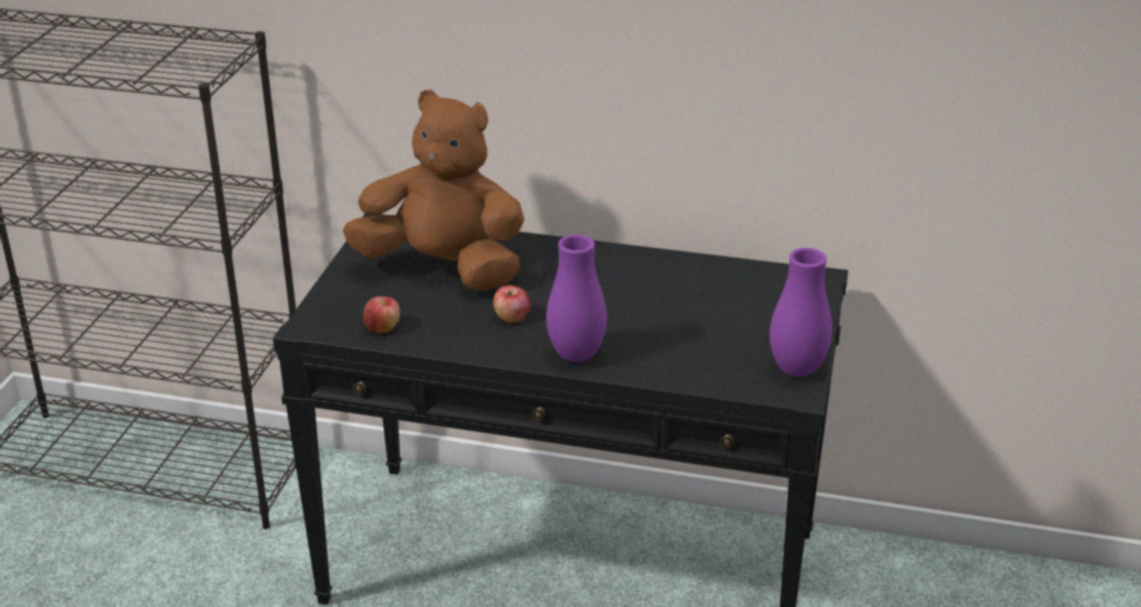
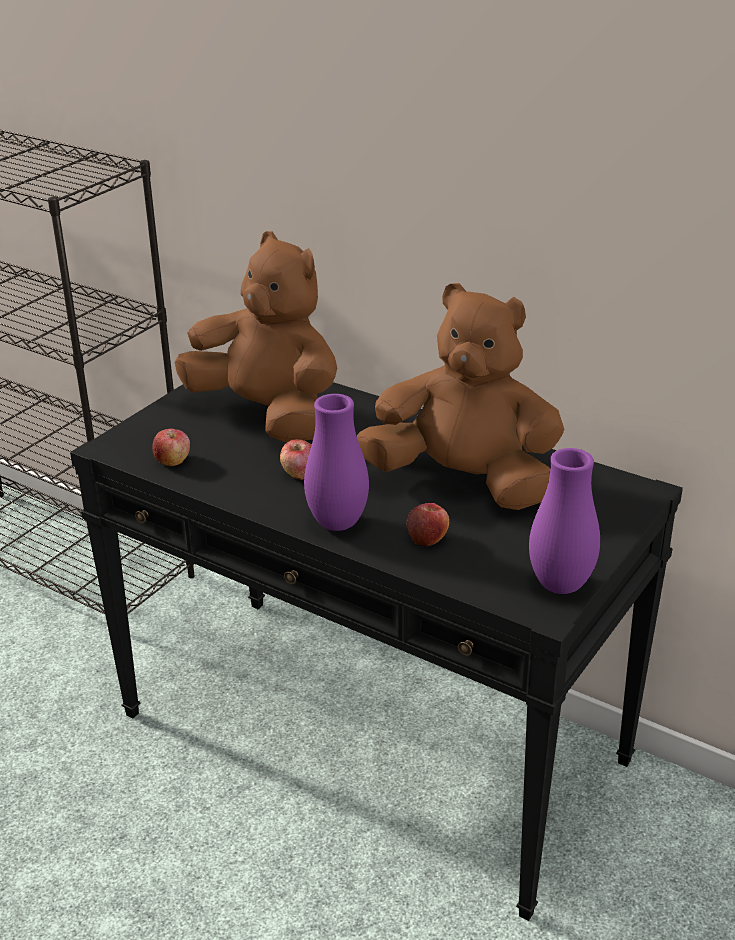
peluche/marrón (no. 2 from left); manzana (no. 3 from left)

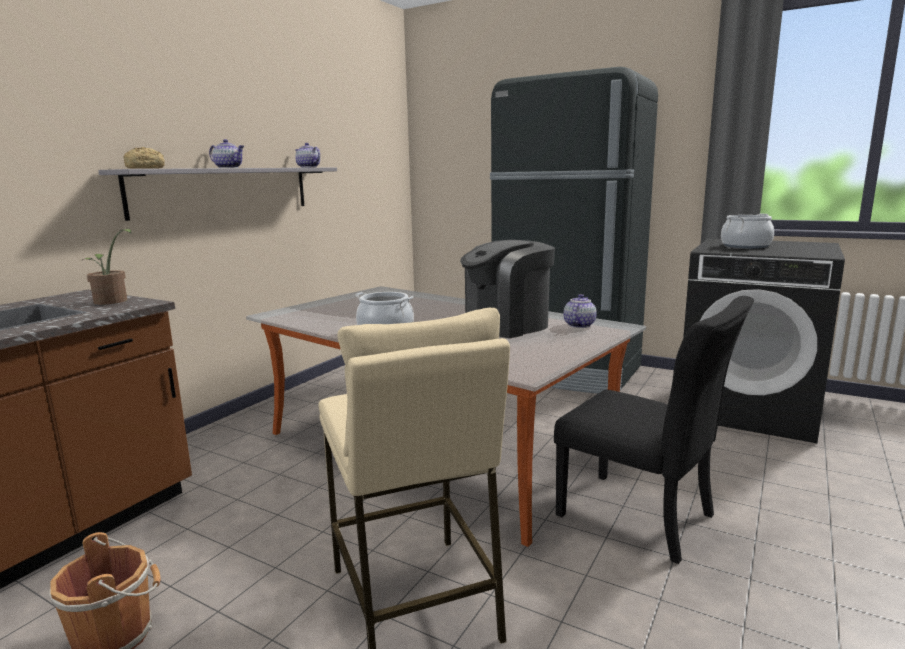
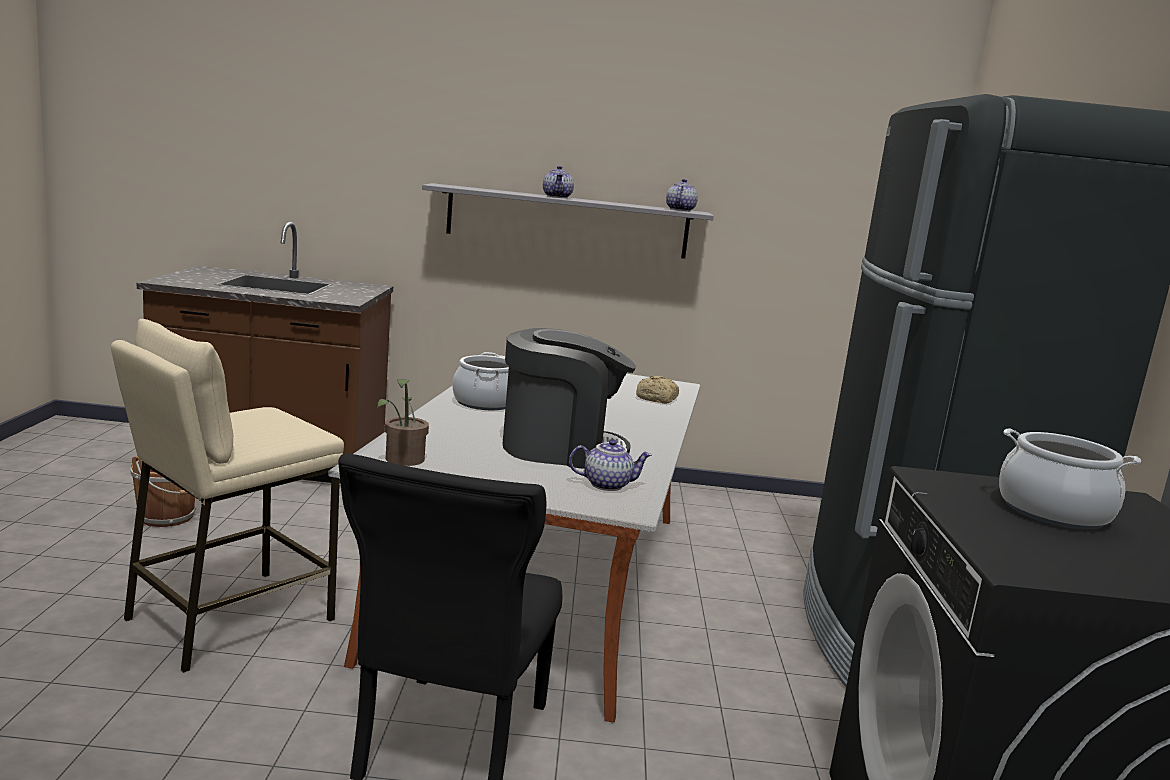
planta en maceta; cafetera; pan

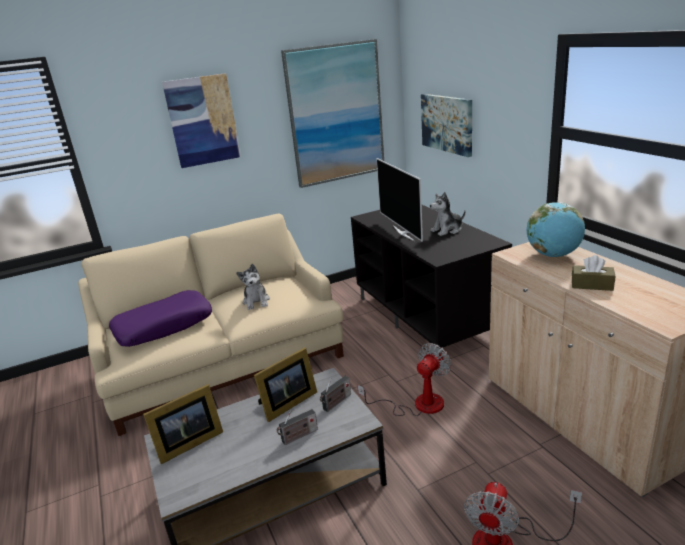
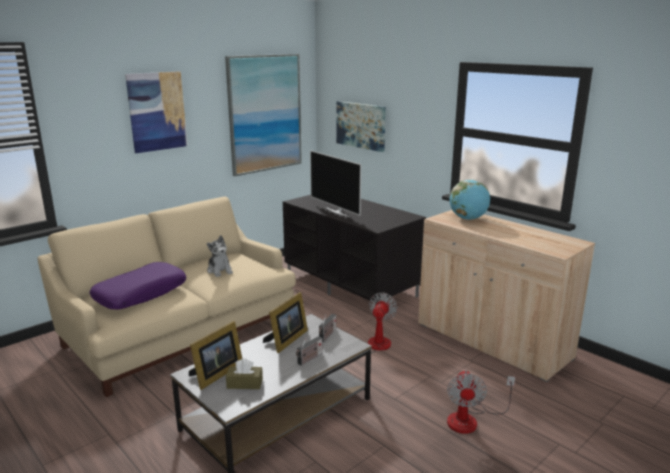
caja de pañuelos/marrón; peluche (no. 2 from left in the first image)

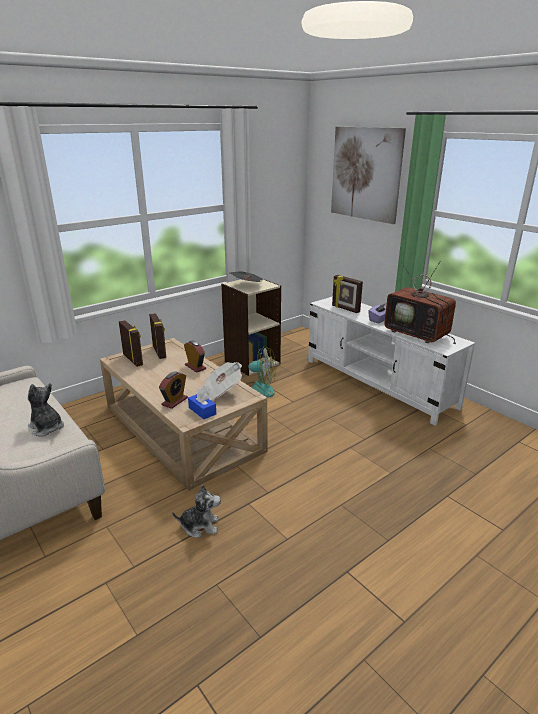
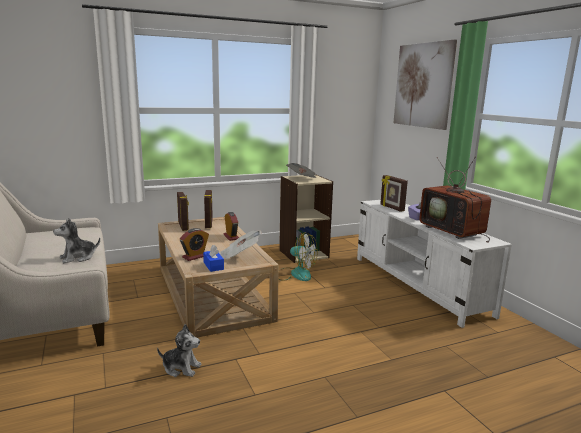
peluche (no. 1 from left)

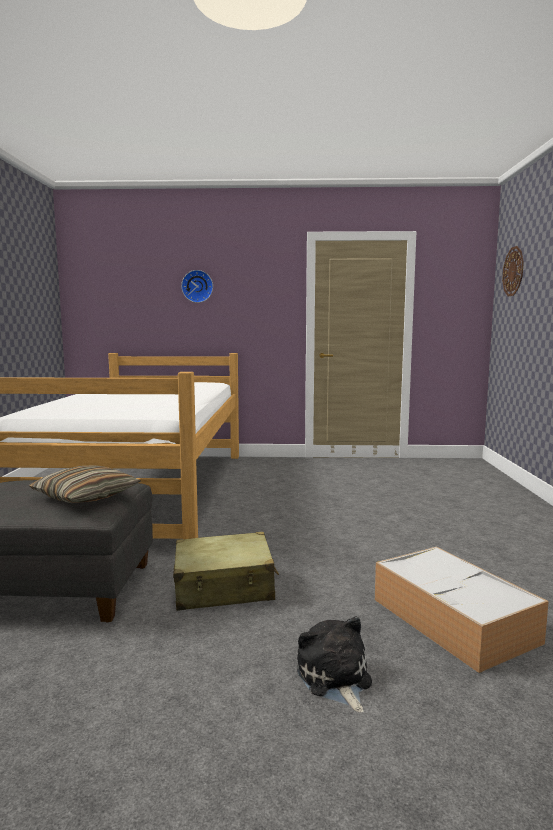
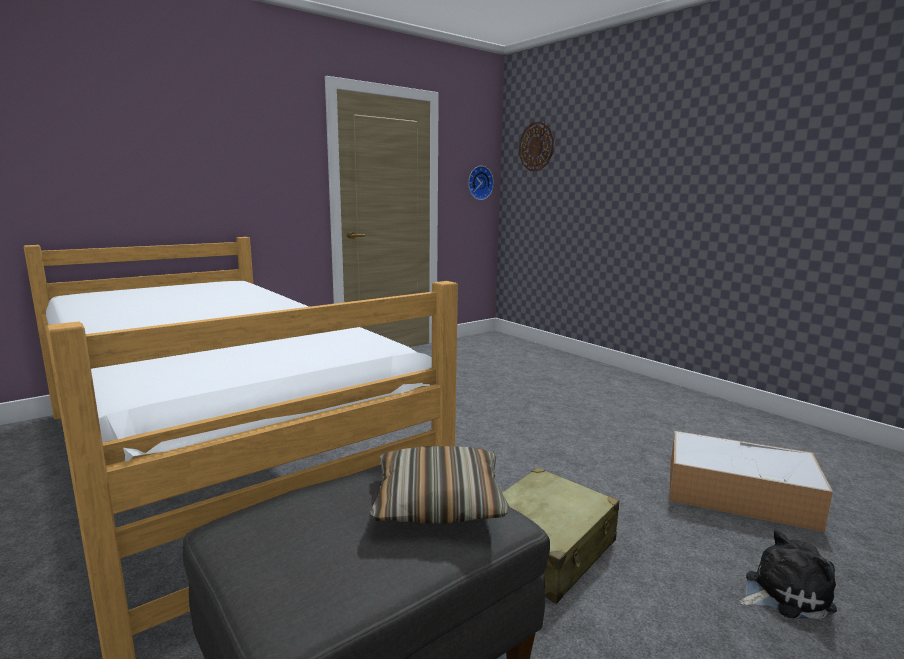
reloj de pared (no. 1 from left); peluche

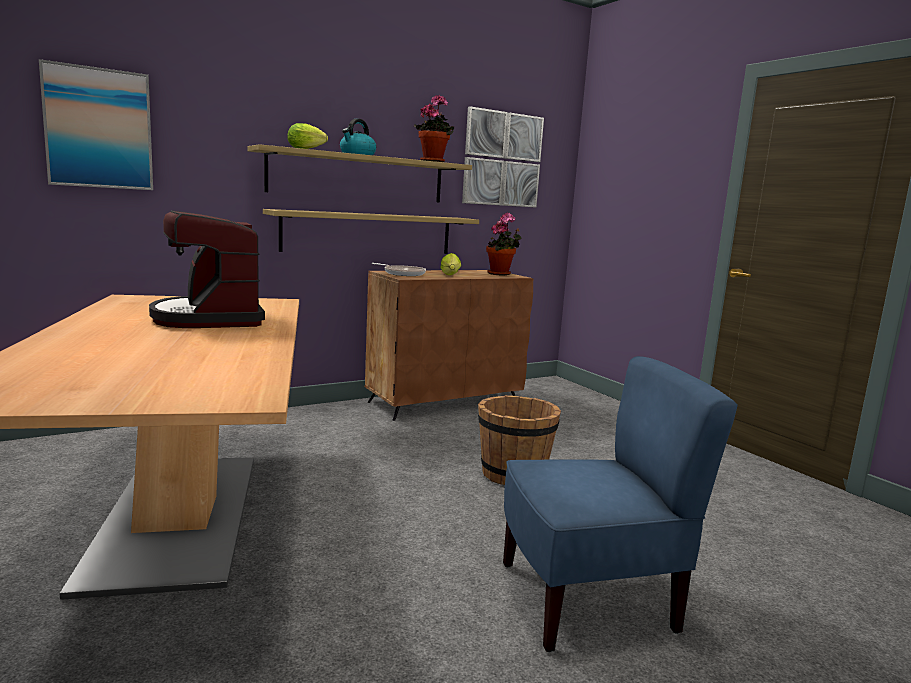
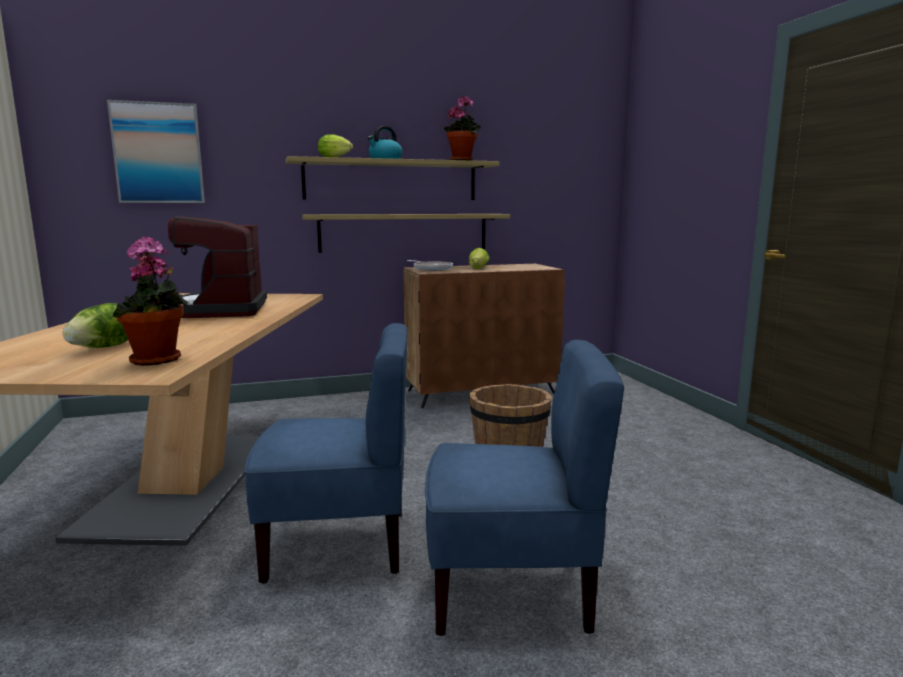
lechuga (no. 1 from left); planta en maceta (no. 1 from left); silla/azul (no. 1 from left); cuadro (no. 2 from left in the first image)

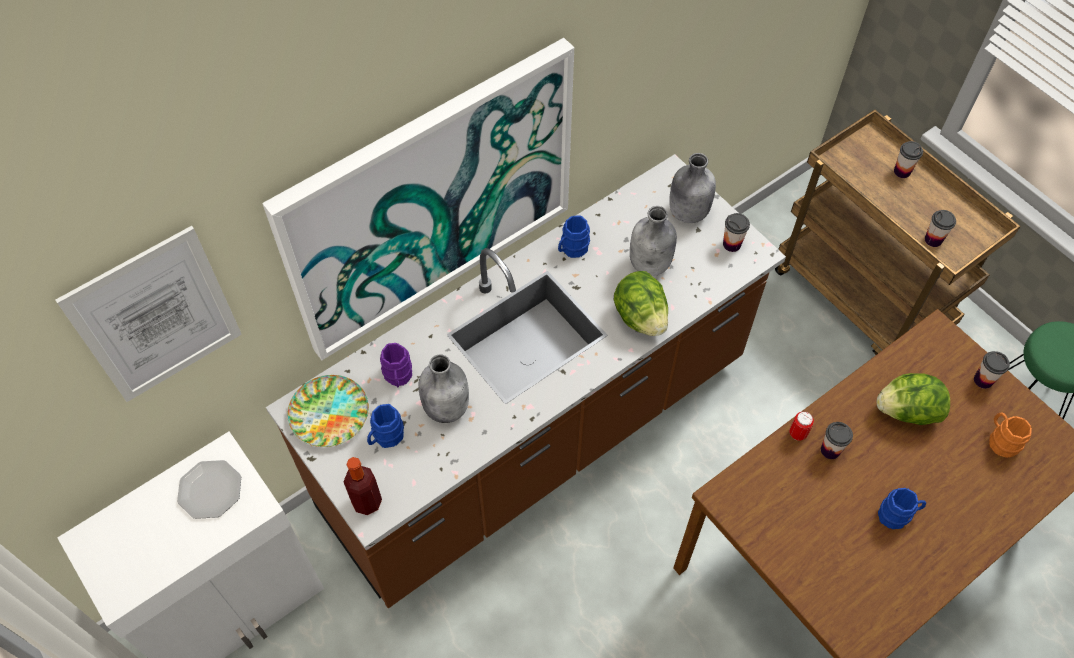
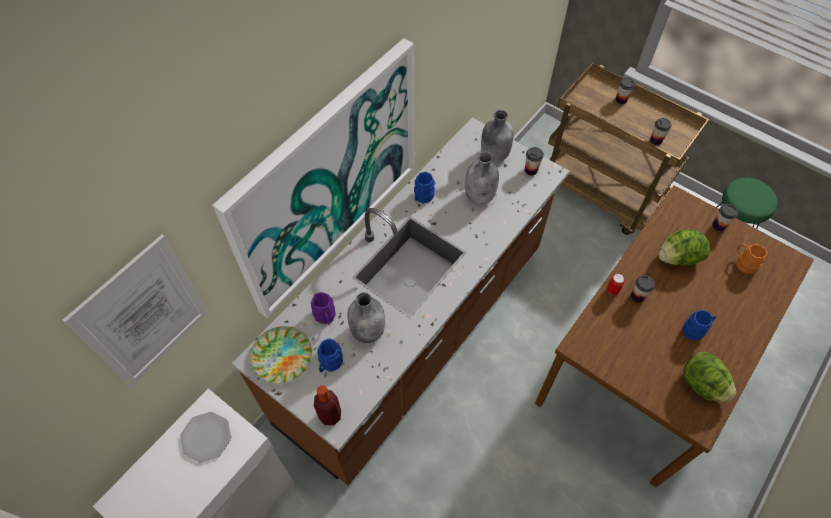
lechuga (no. 2 from left)

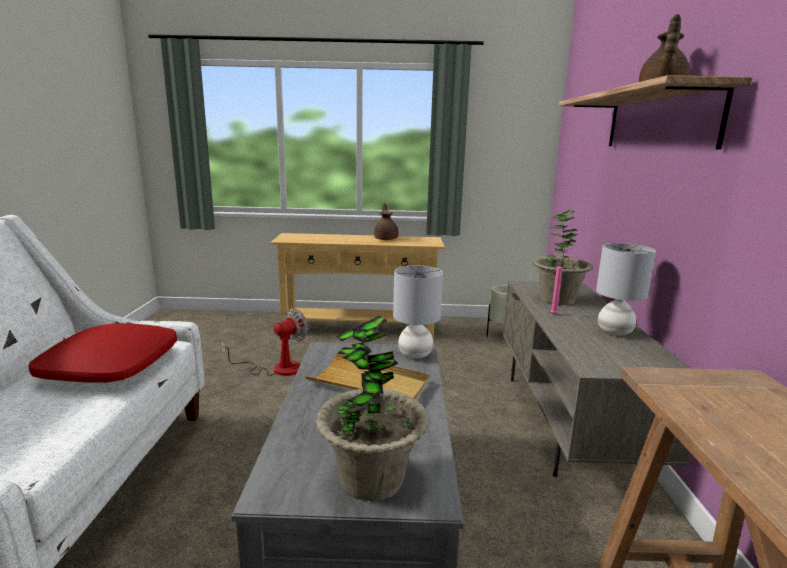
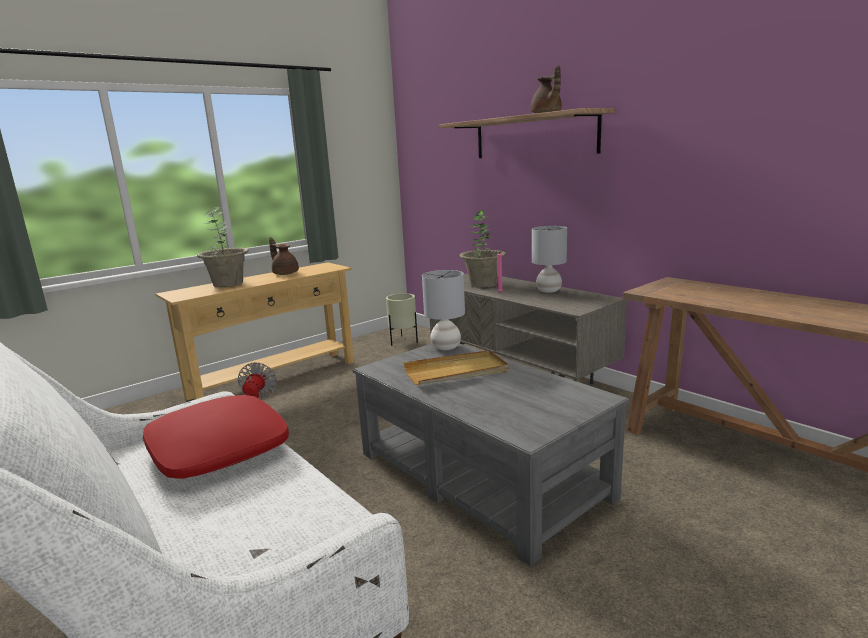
planta en maceta (no. 1 from left)

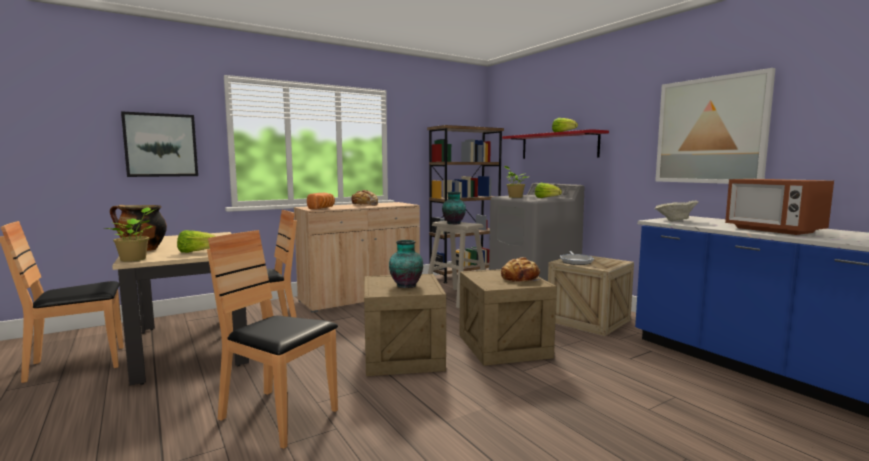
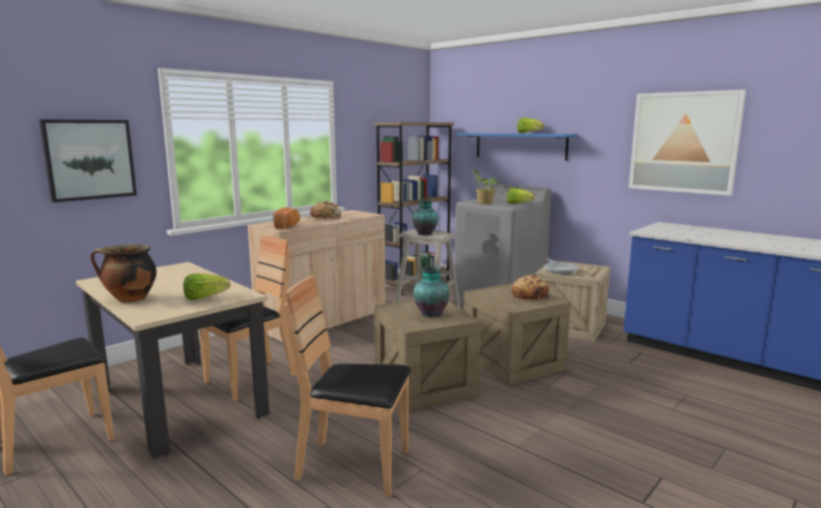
estante/azul; planta en maceta (no. 1 from left in the first image); cuenco/beis; microondas

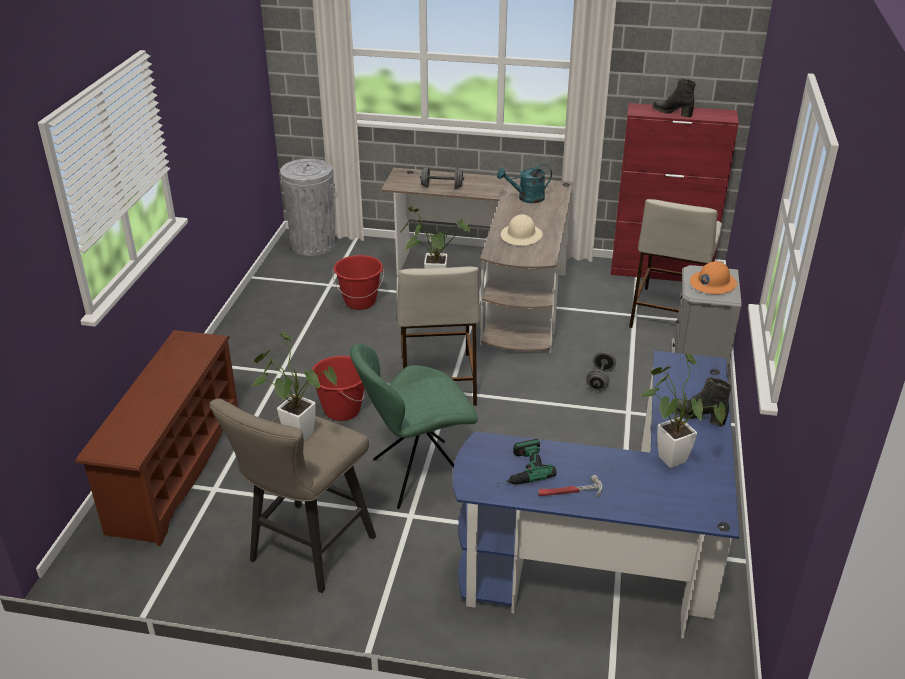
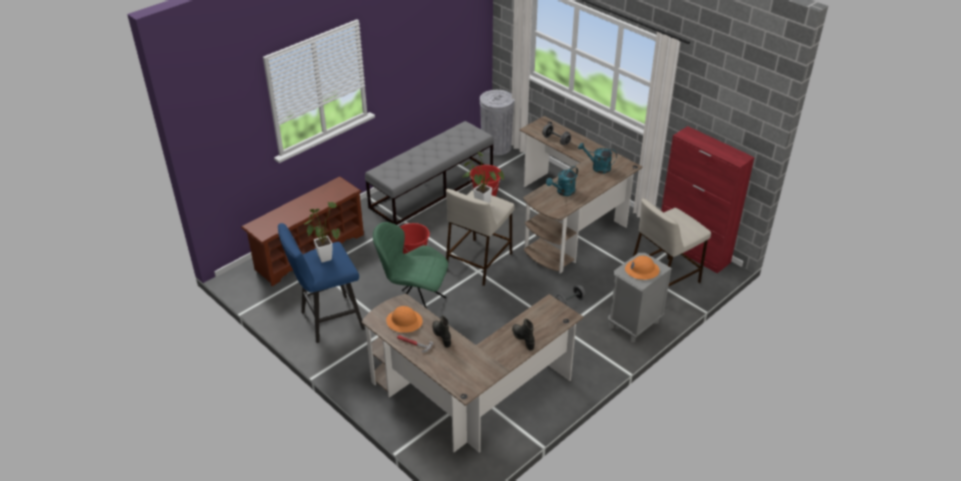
taburete/azul; escritorio/marrón (no. 1 from left); banco/gris; casco/naranja (no. 1 from left); bota/negro (no. 1 from left); regadera/turquesa (no. 1 from left); planta en maceta (no. 3 from left in the first image)

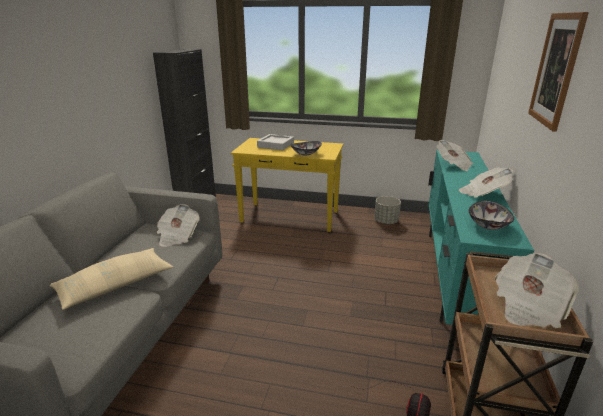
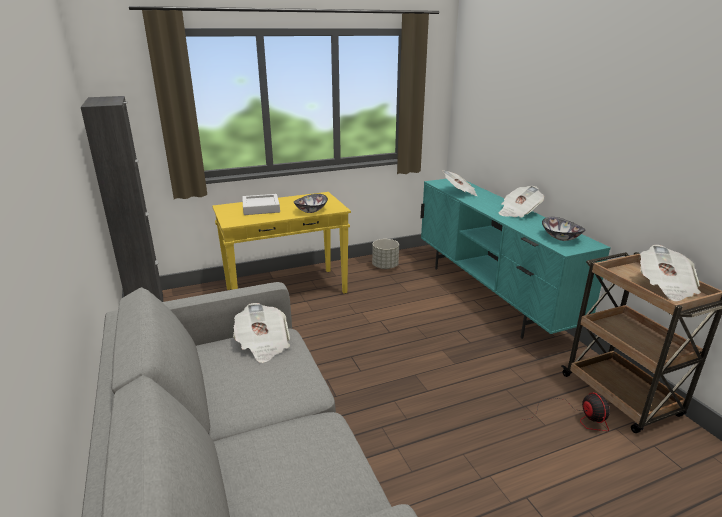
cojín/beis; cuadro

